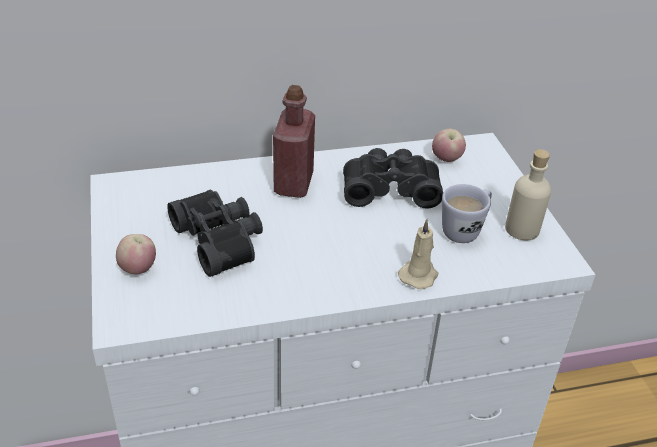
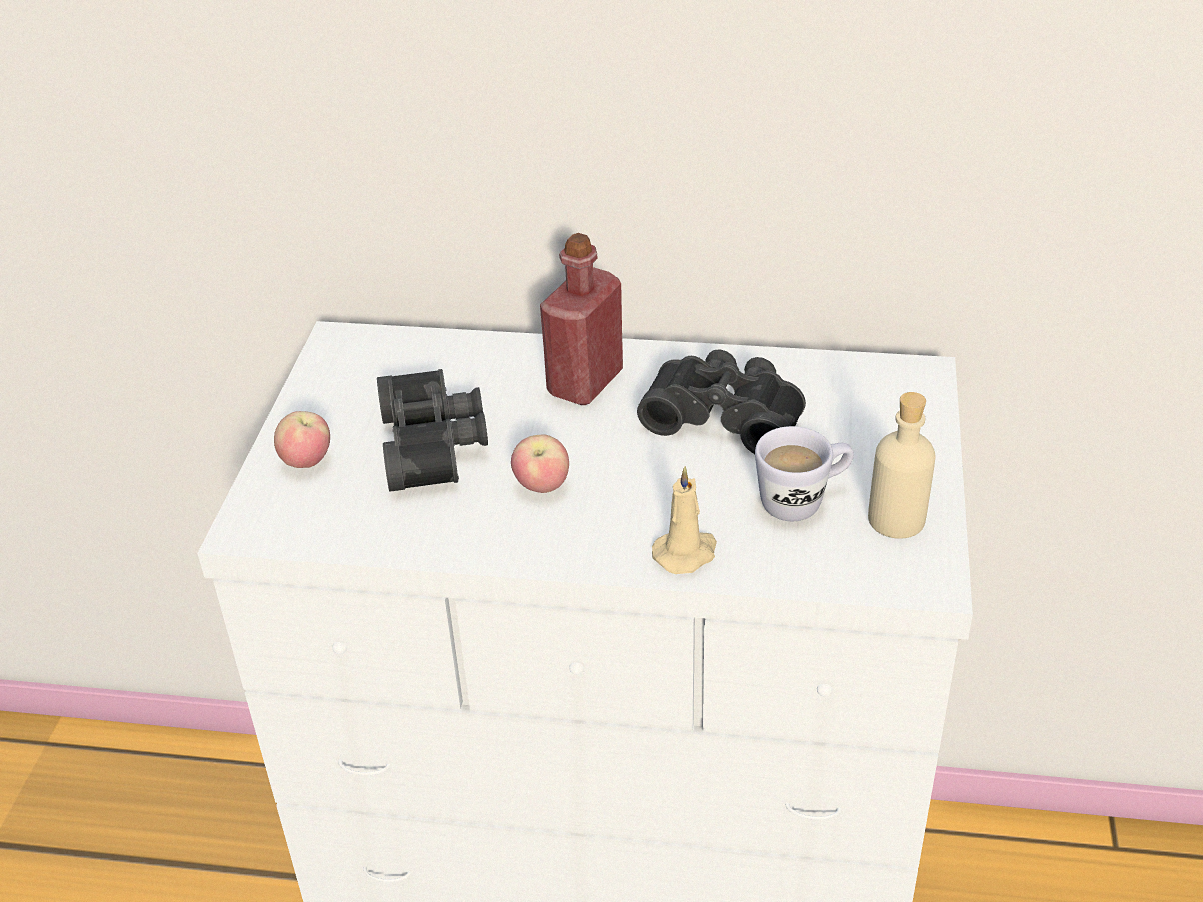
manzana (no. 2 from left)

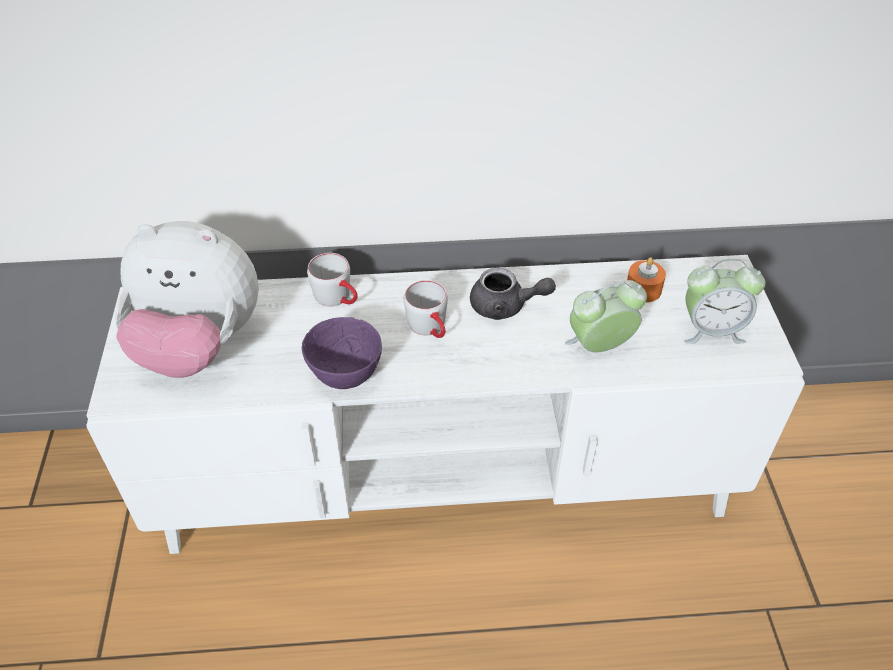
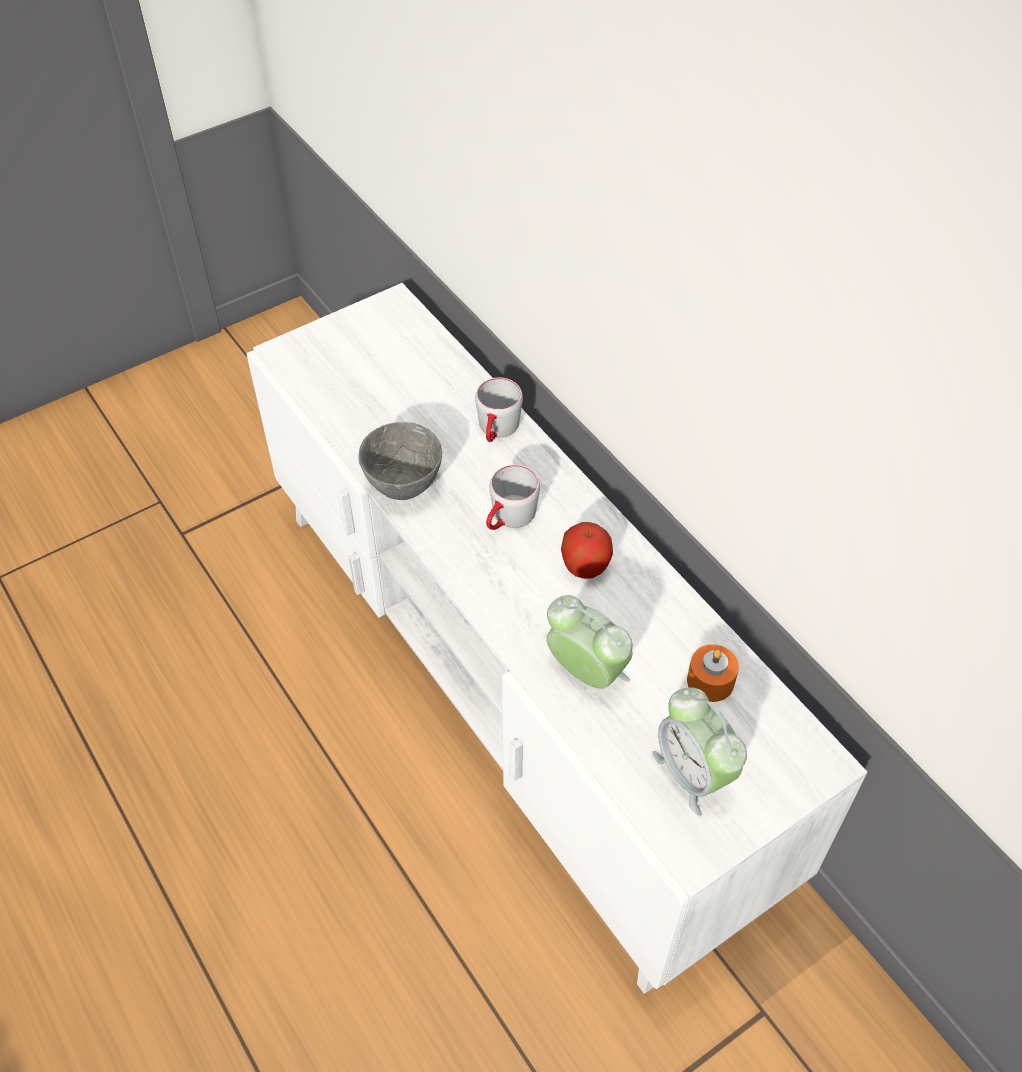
cuenco/gris; manzana; peluche

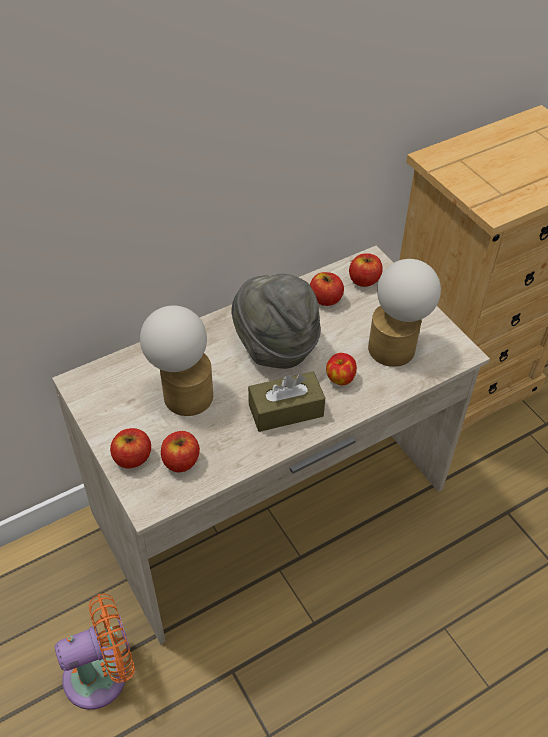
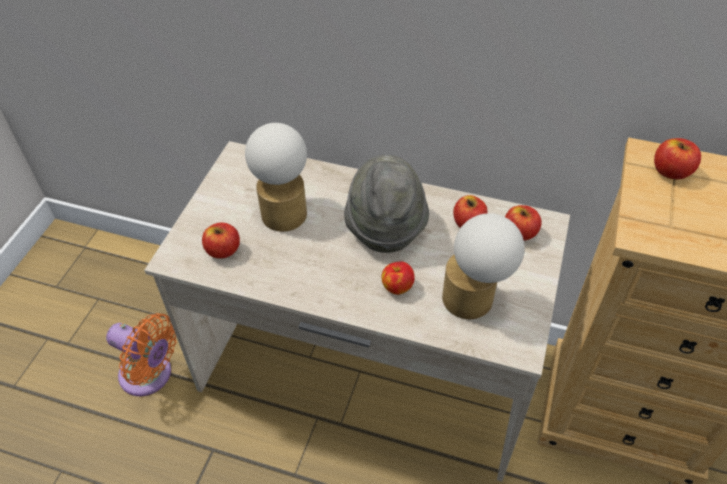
manzana (no. 5 from left); caja de pañuelos/marrón

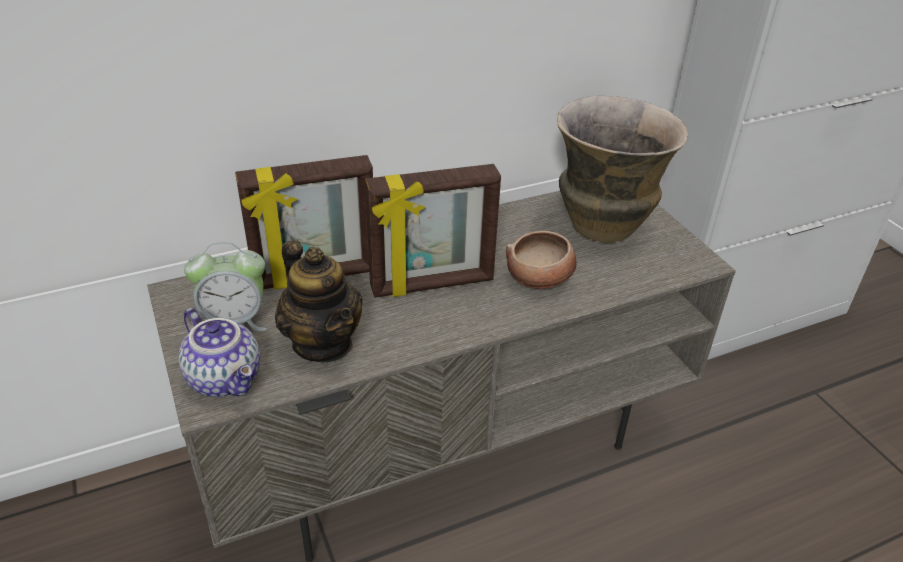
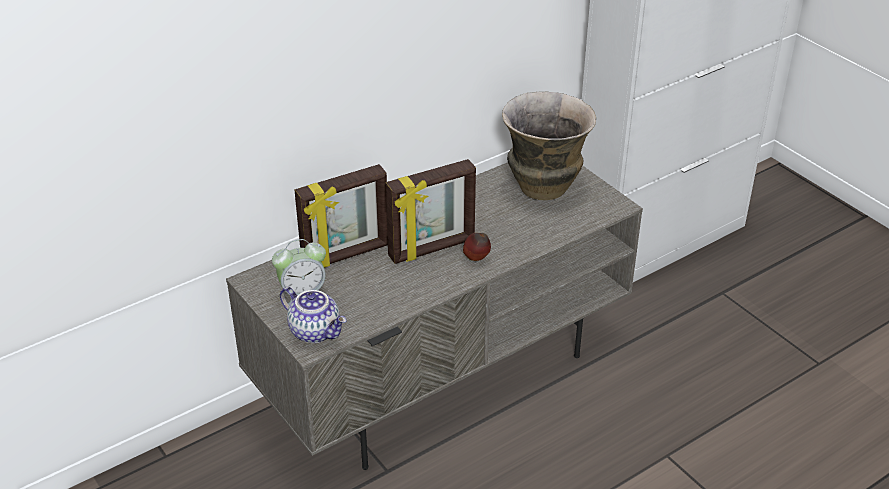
manzana; tetera (no. 2 from left in the first image); cuenco

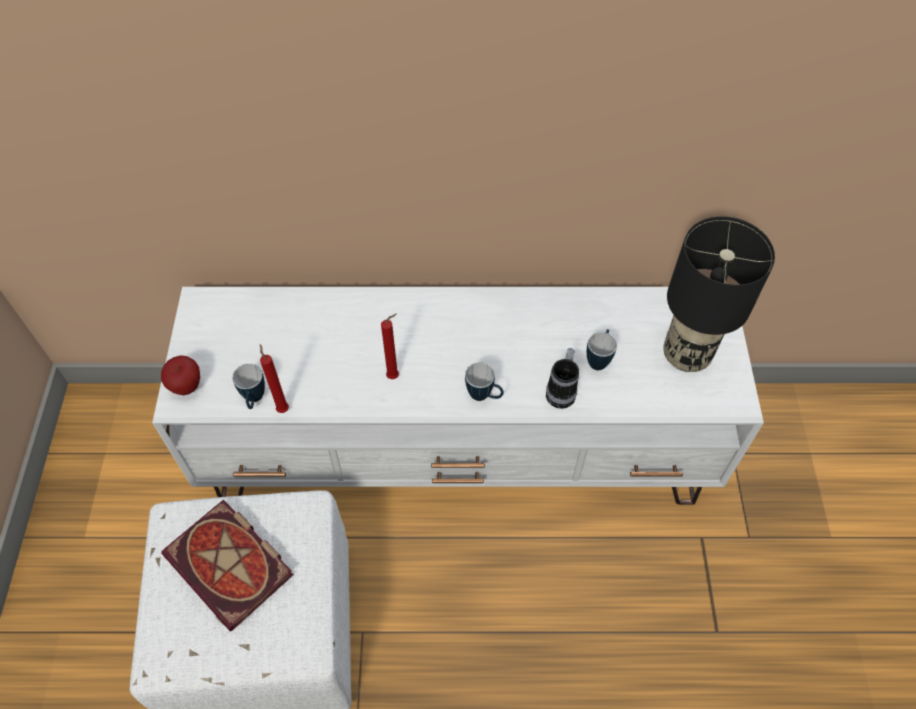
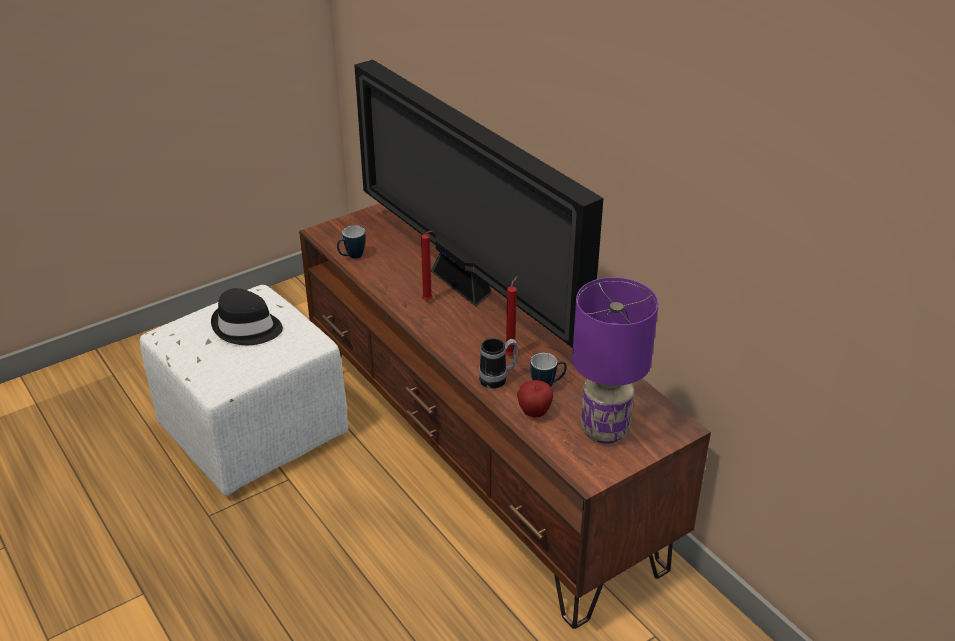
sombrero/negro; mueble de televisión/marrón; televisor; vela/rojo (no. 2 from left); manzana; lámpara de mesa/morado; taza grande (no. 2 from left in the first image)

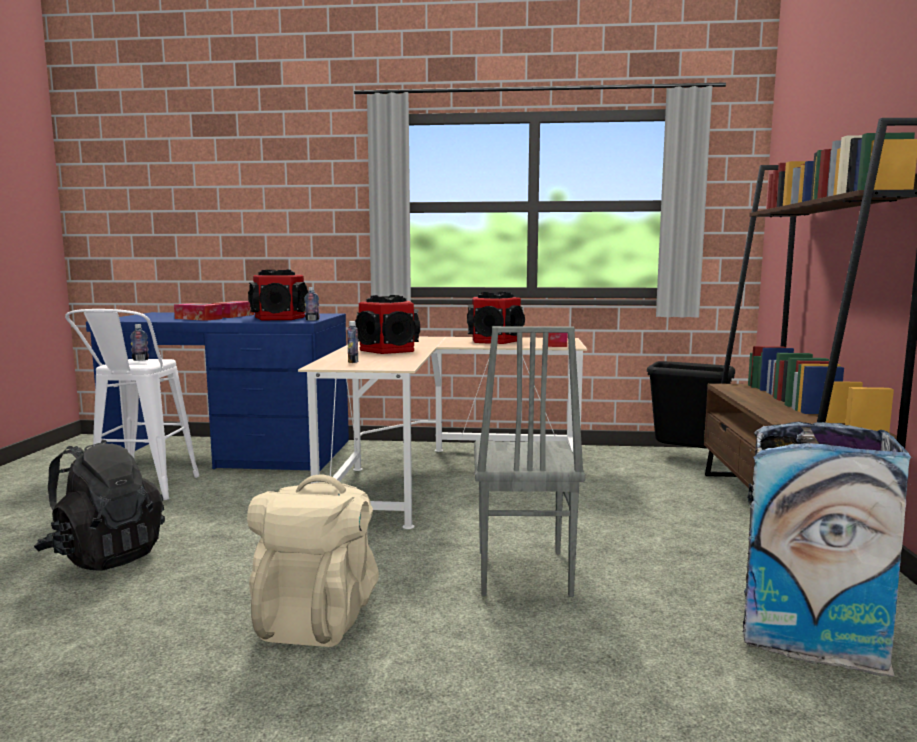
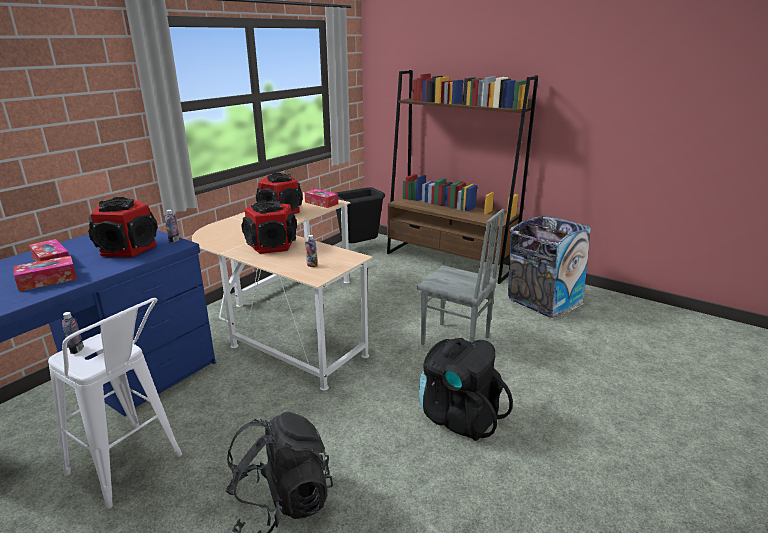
mochila/negro (no. 2 from left)

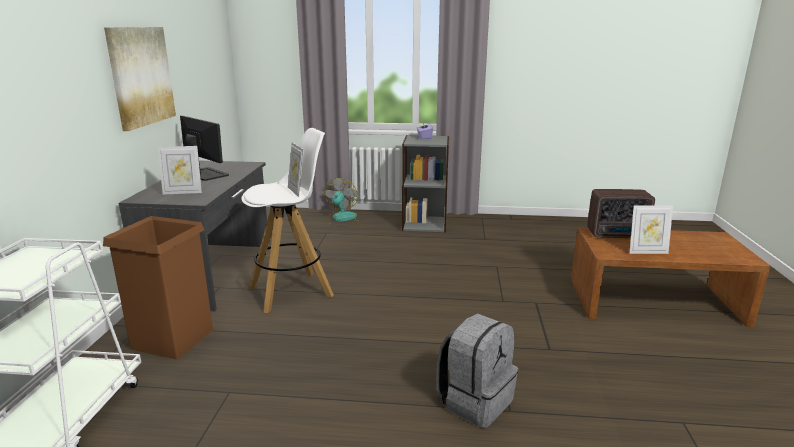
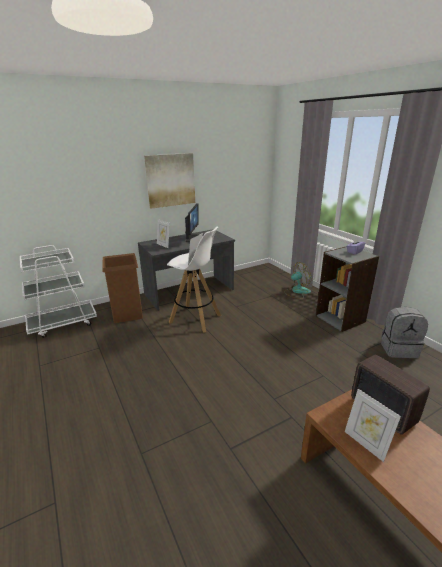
mochila/gris

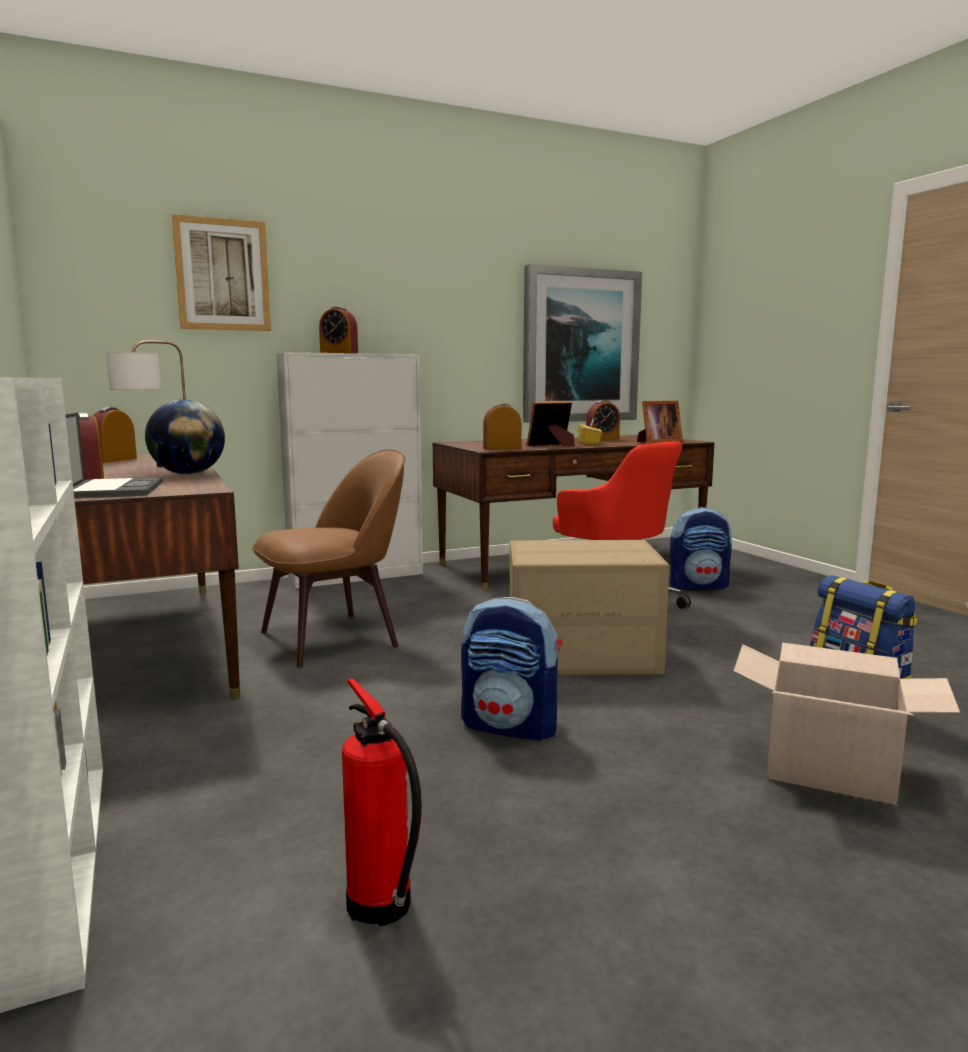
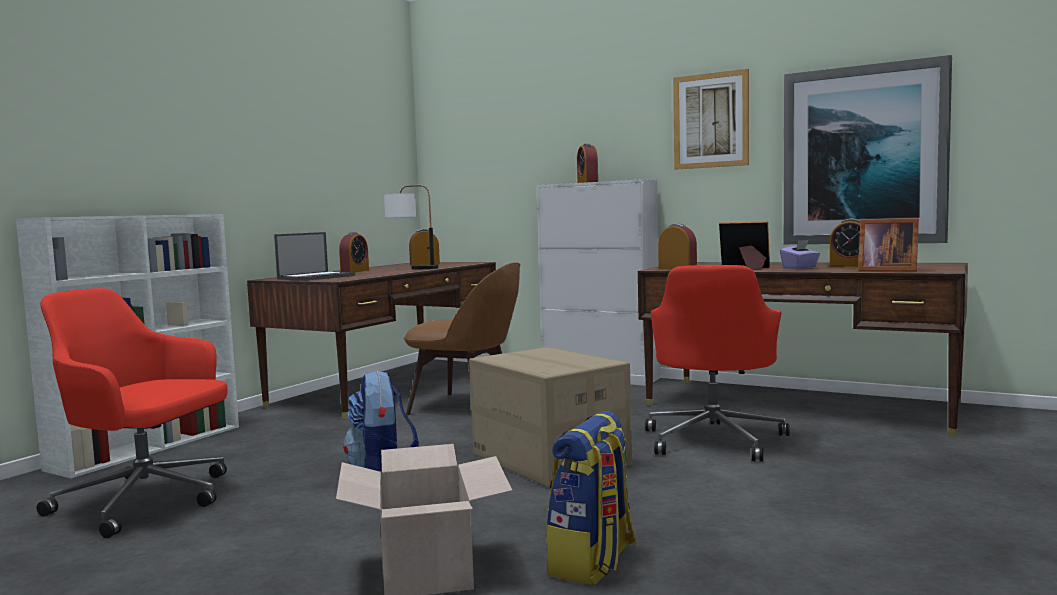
silla de oficina/rojo (no. 1 from left); cuadro (no. 1 from left); caja de pañuelos/morado; globo terráqueo; mochila (no. 2 from left in the first image)

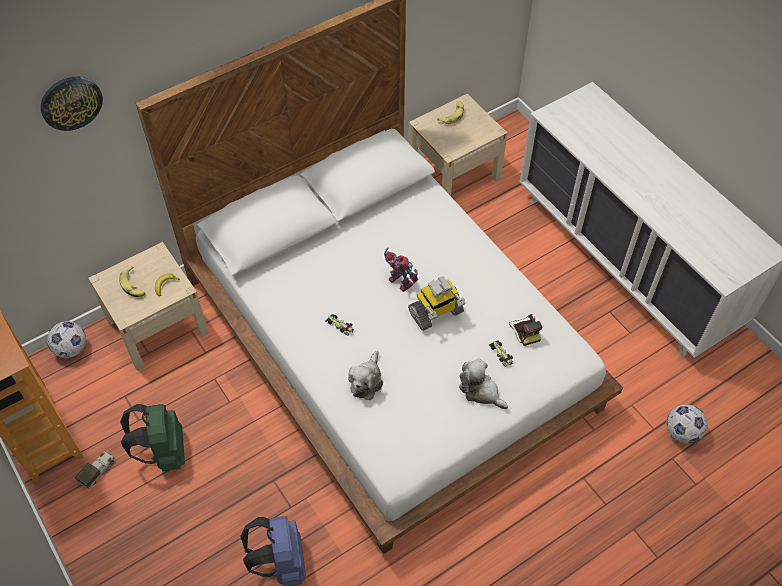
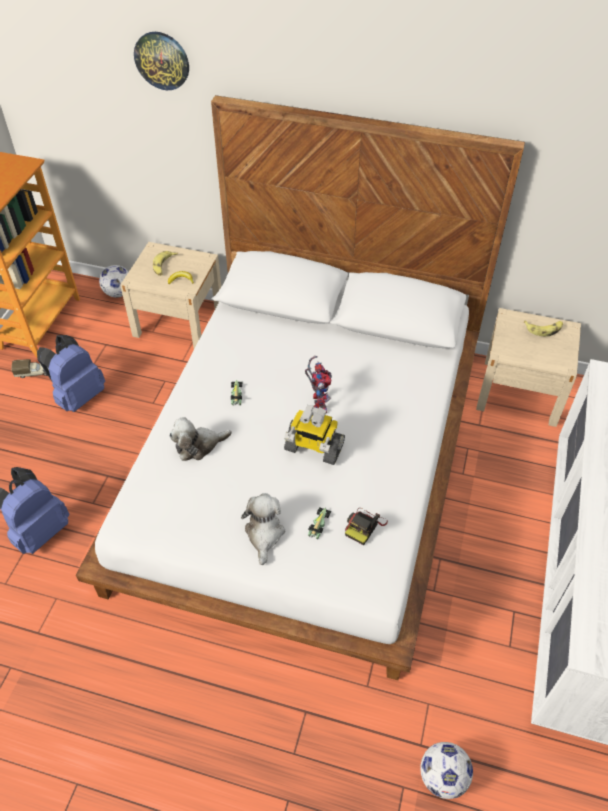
mochila/azul (no. 2 from left)

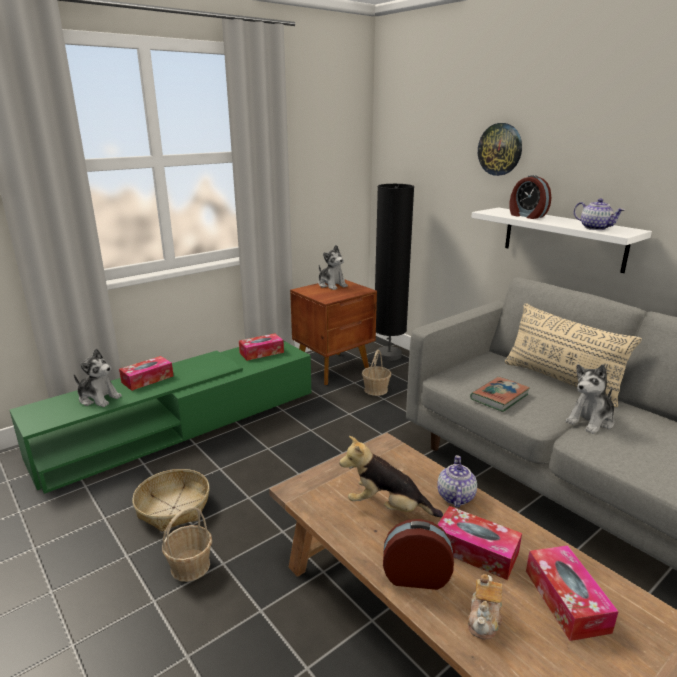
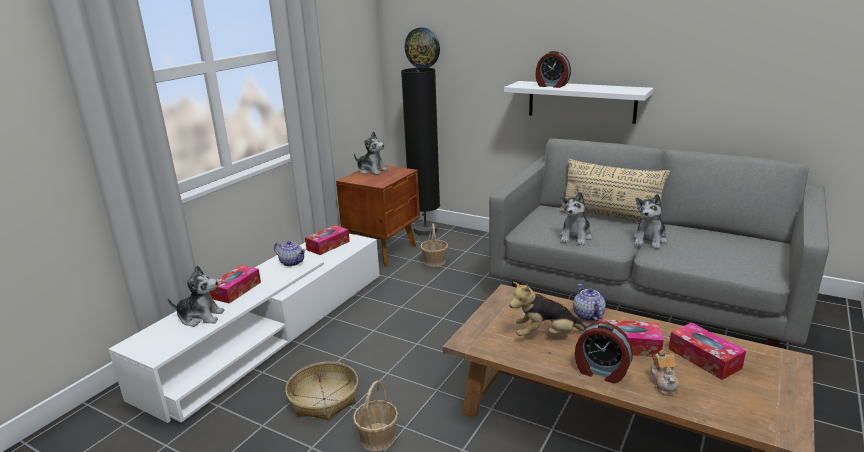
mueble de televisión/blanco; tetera (no. 1 from left); reloj de pared; peluche (no. 4 from left); despertador (no. 2 from left)

